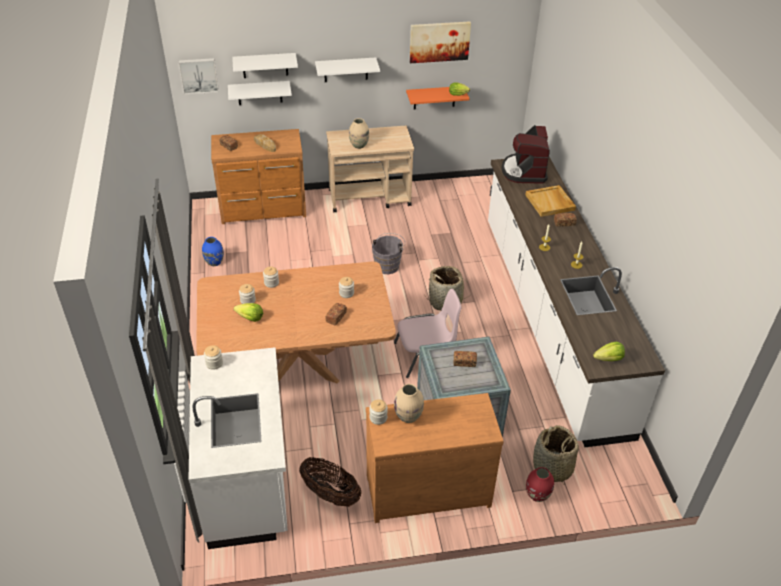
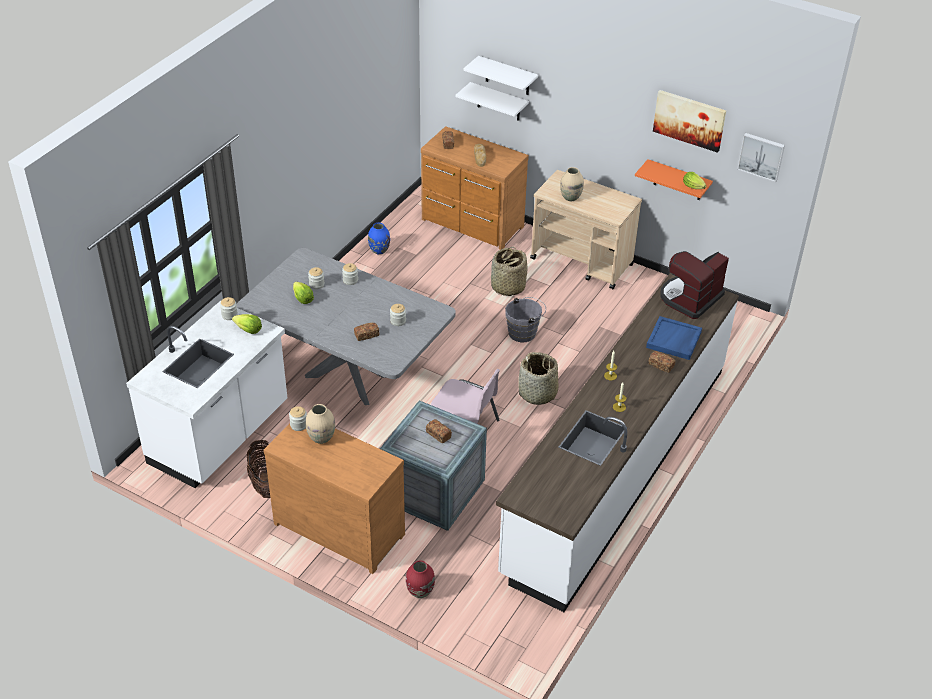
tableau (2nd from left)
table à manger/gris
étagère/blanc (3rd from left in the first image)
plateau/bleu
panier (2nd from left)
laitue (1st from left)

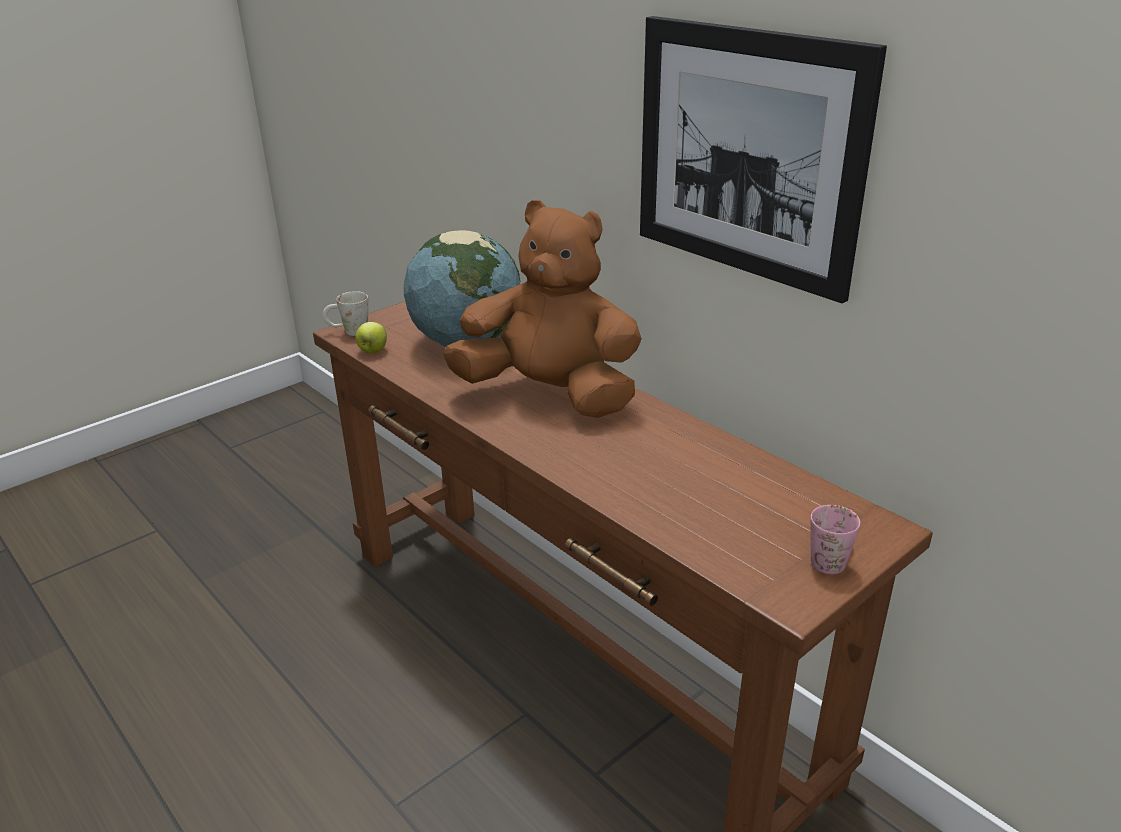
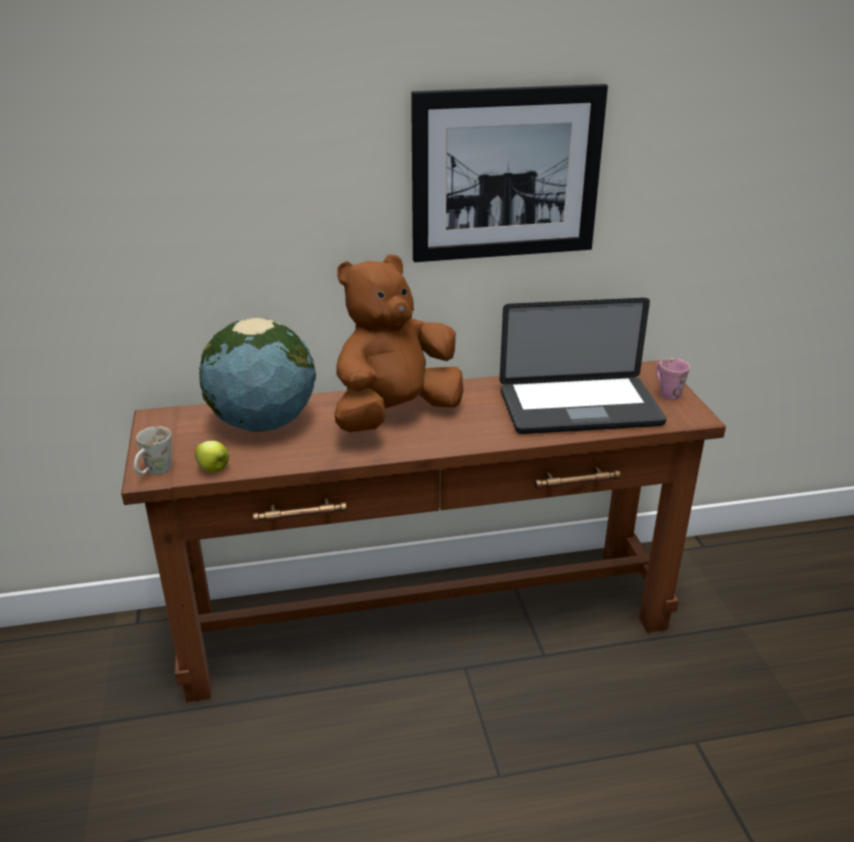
ordinateur portable

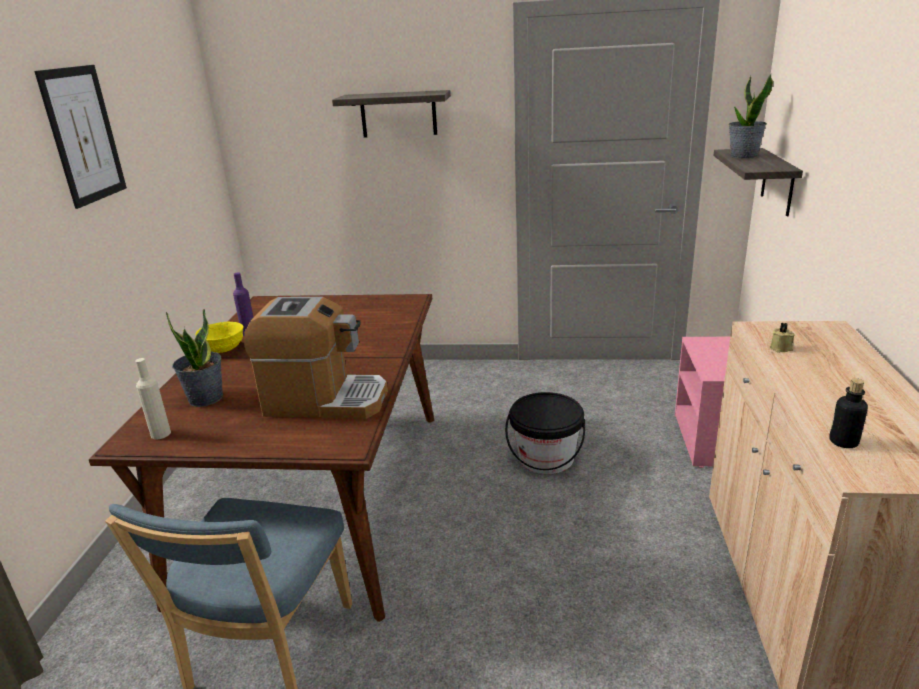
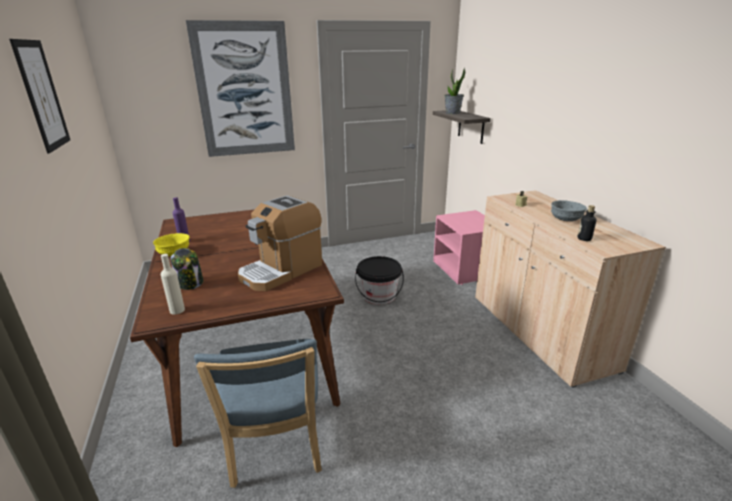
bocal
machine à café
tableau (2nd from left)
bol/gris

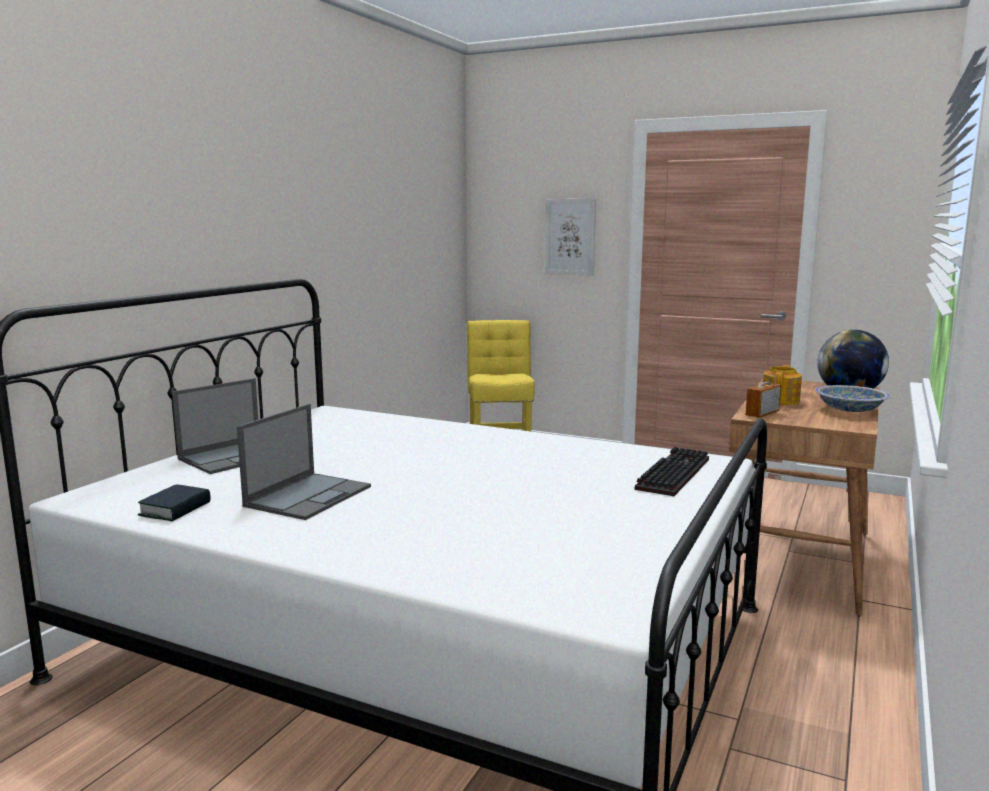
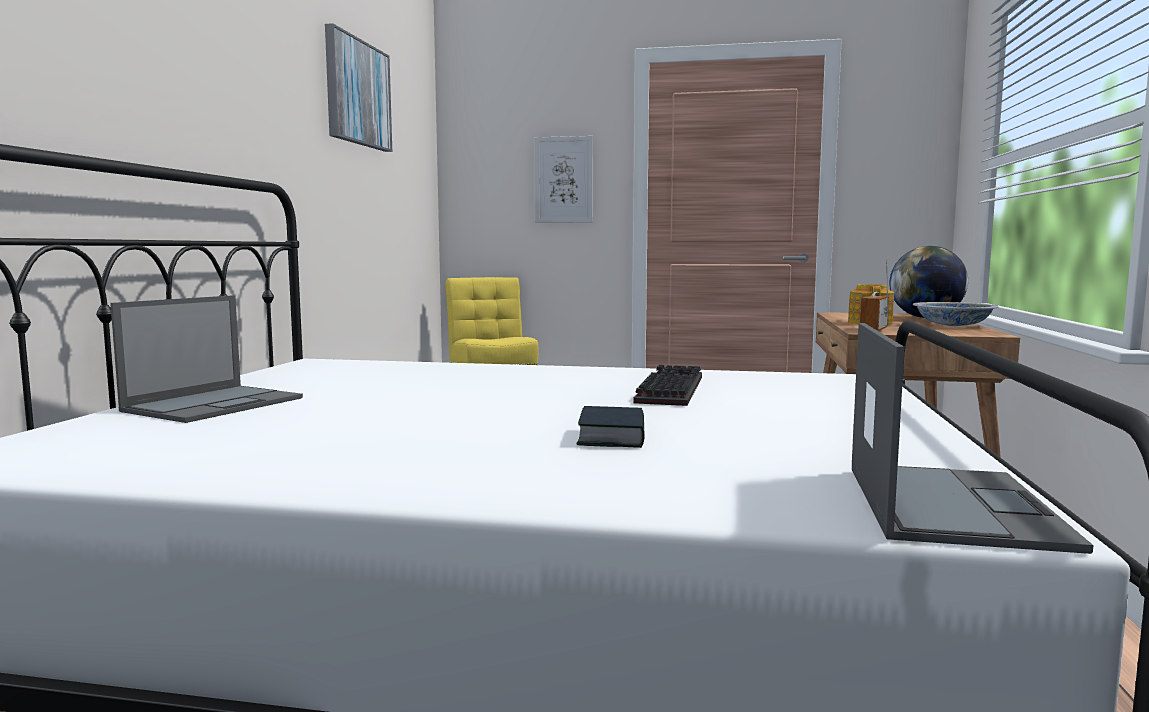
livre
ordinateur portable (2nd from left)
clavier
tableau (1st from left)

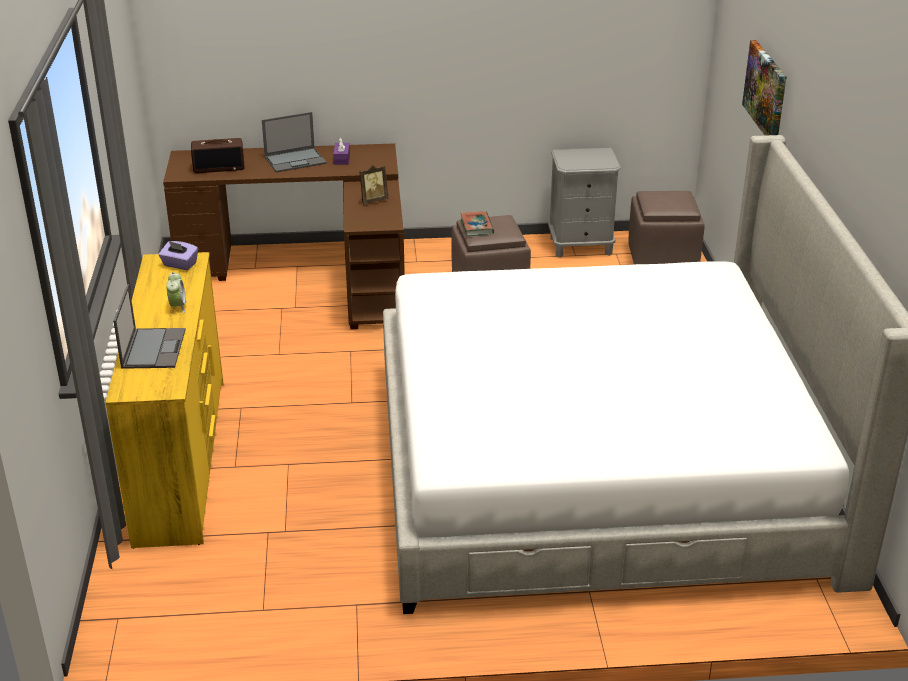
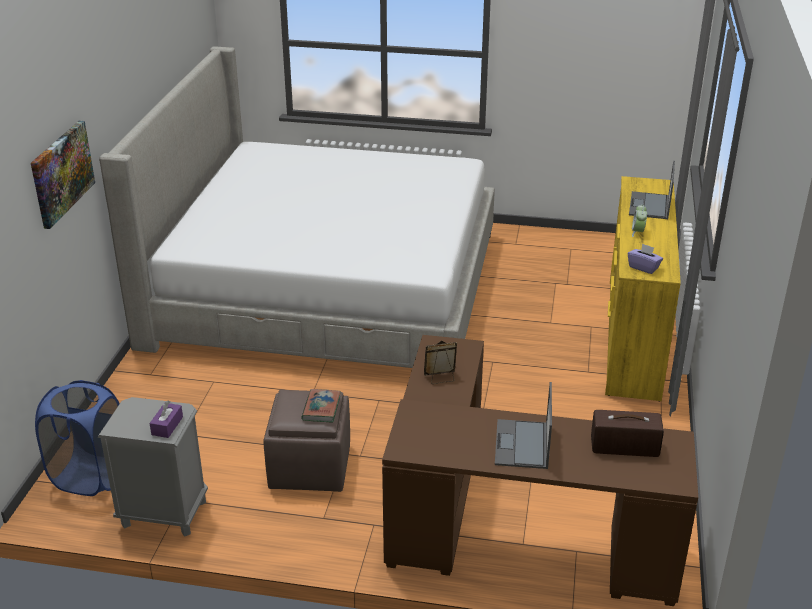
ordinateur portable (1st from left)
boîte à mouchoirs/violet (1st from left)
panier à linge/bleu

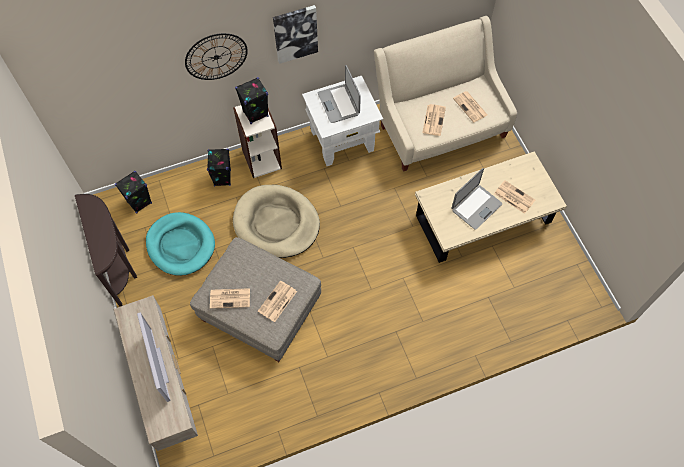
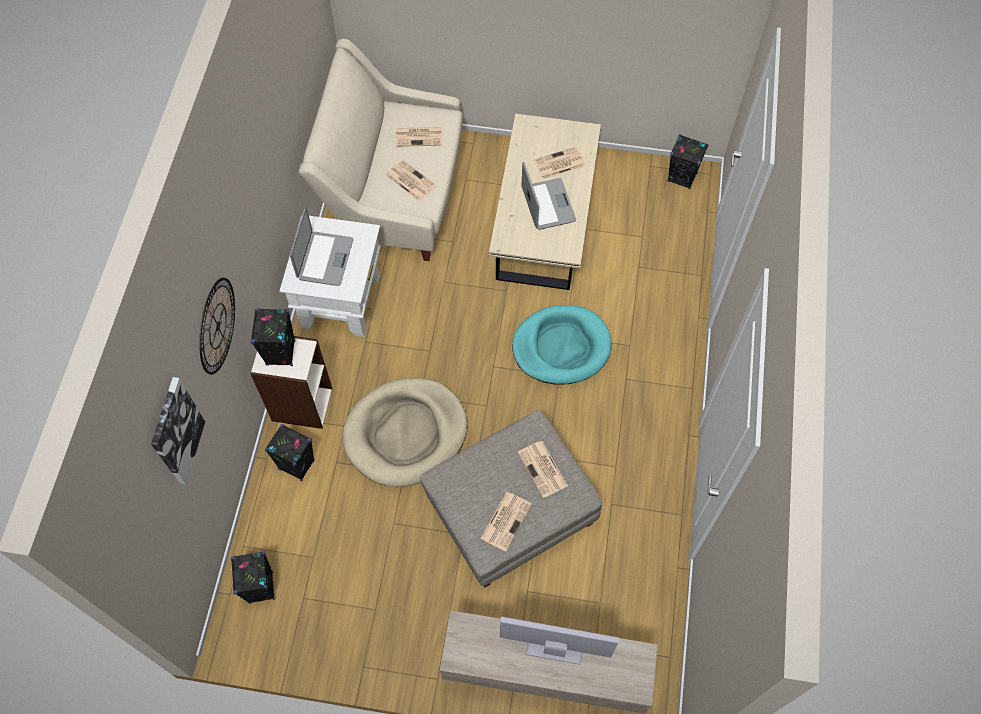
table console/marron
panier pour chien/turquoise
tableau
ordinateur portable (1st from left)
enceinte/noir (4th from left)

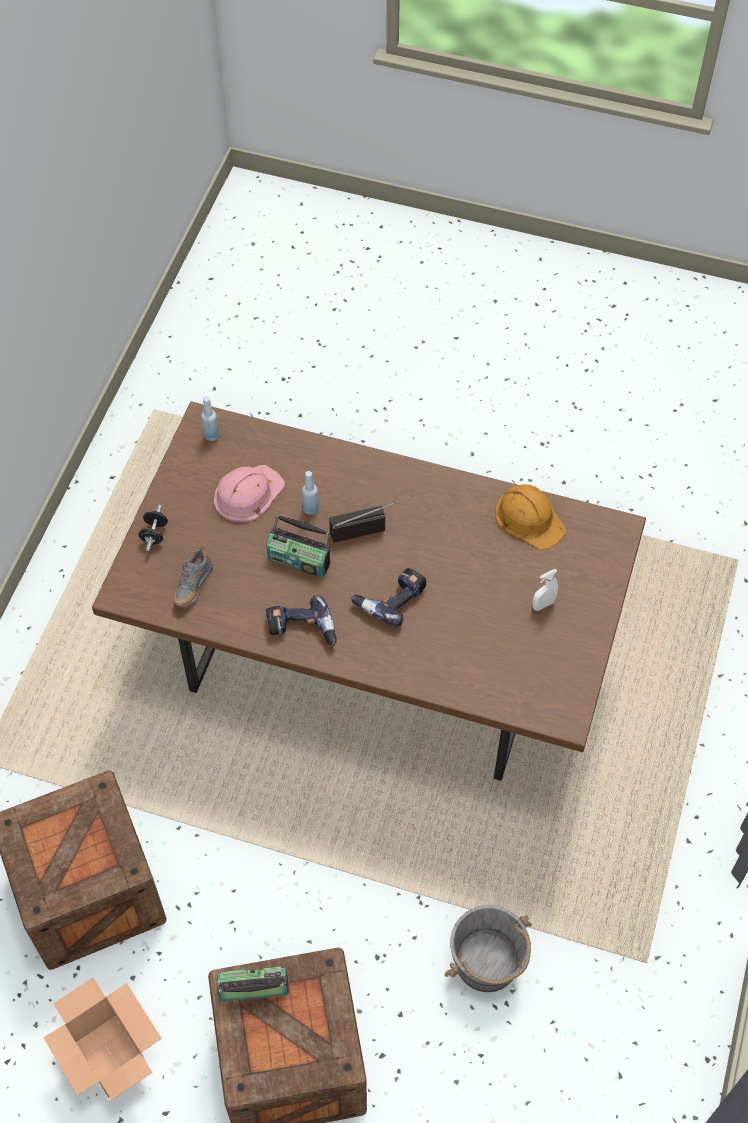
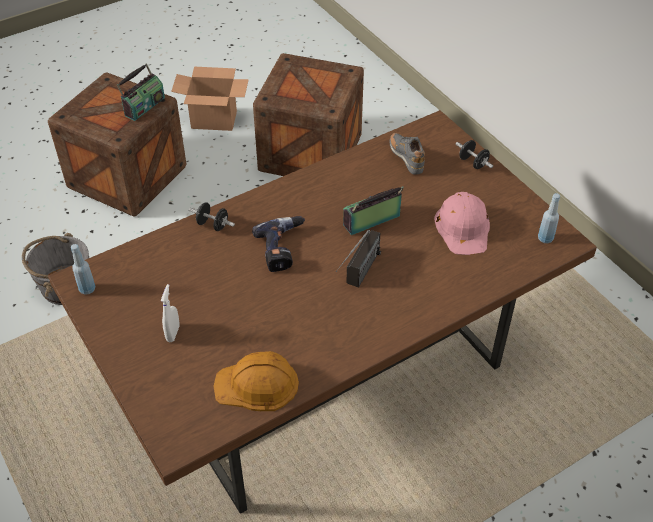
perceuse (1st from left in the first image)
bouteille/bleu (1st from left)
haltère/noir (1st from left)

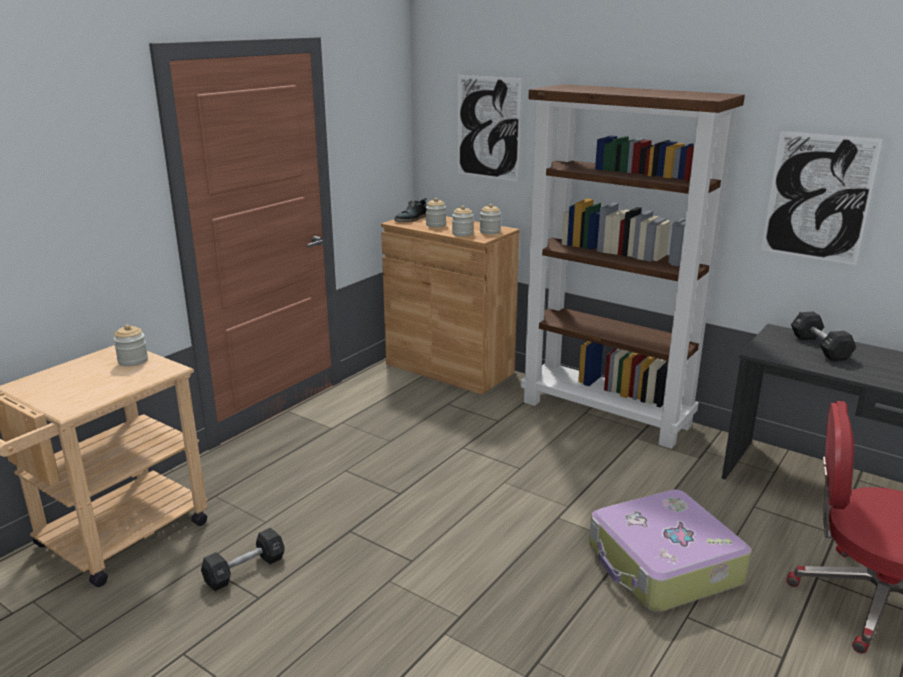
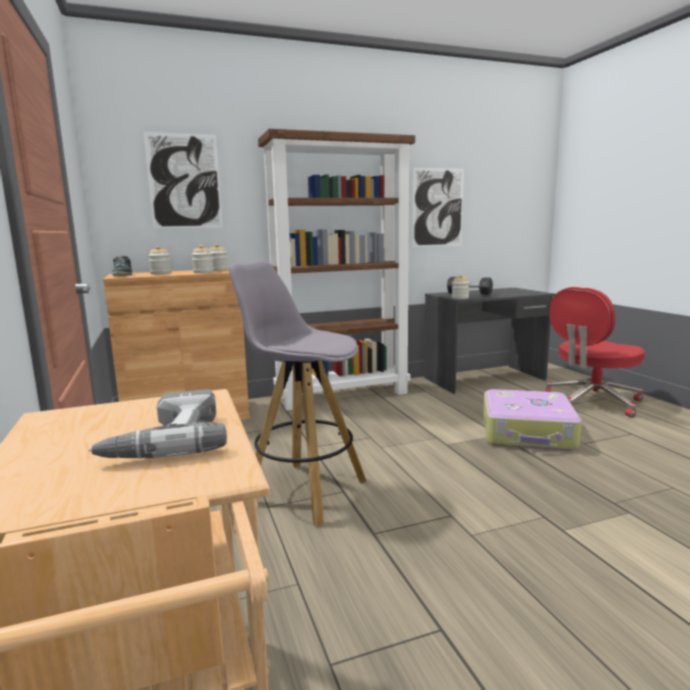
bocal (4th from left)
haltère/noir (1st from left in the first image)
perceuse
tabouret/gris

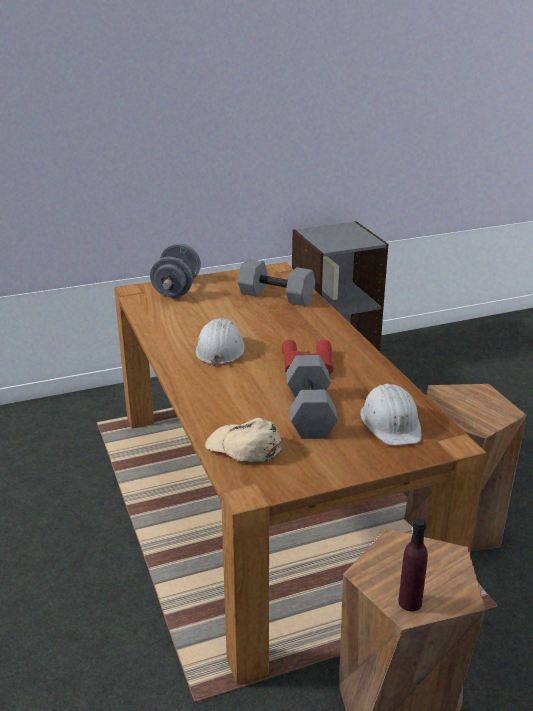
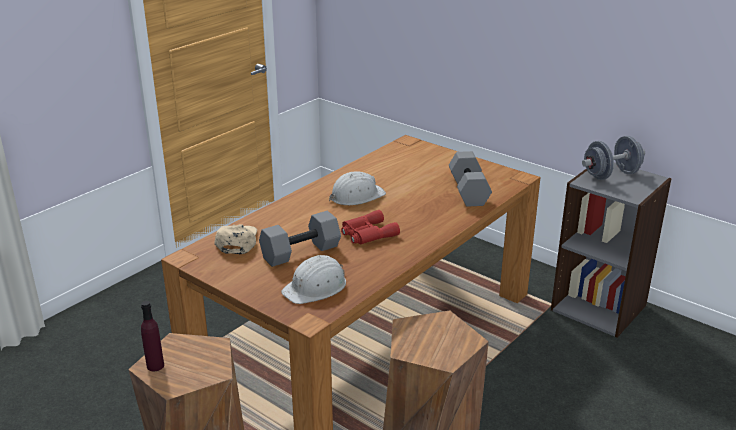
haltère/gris (3rd from left)

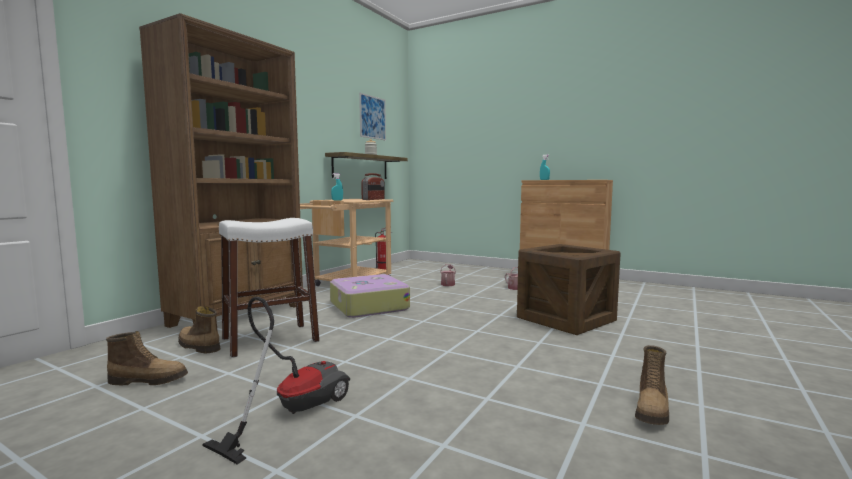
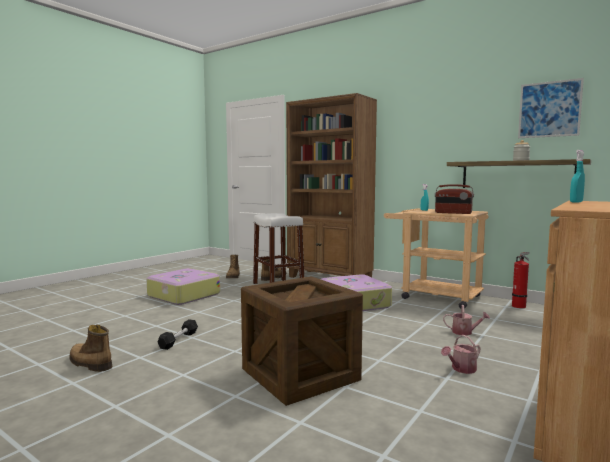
valise (1st from left)
haltère/noir

